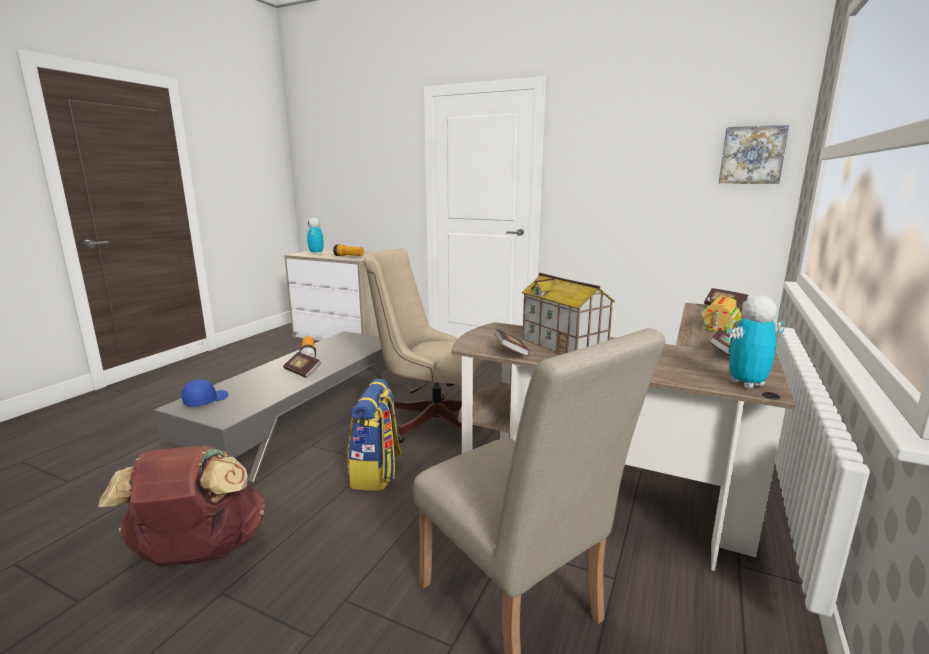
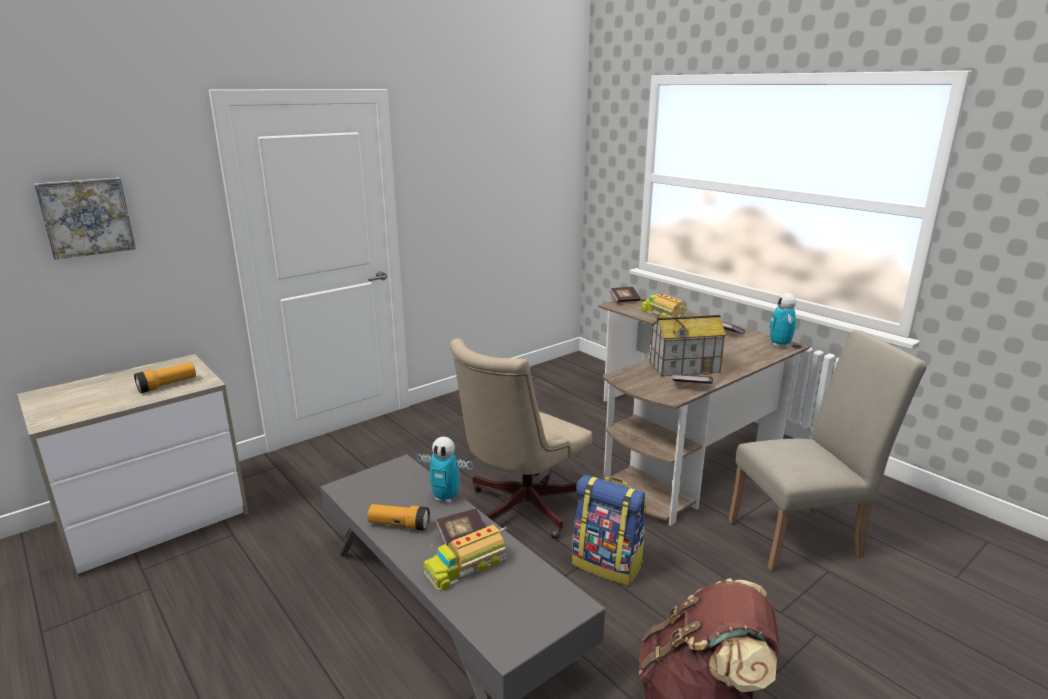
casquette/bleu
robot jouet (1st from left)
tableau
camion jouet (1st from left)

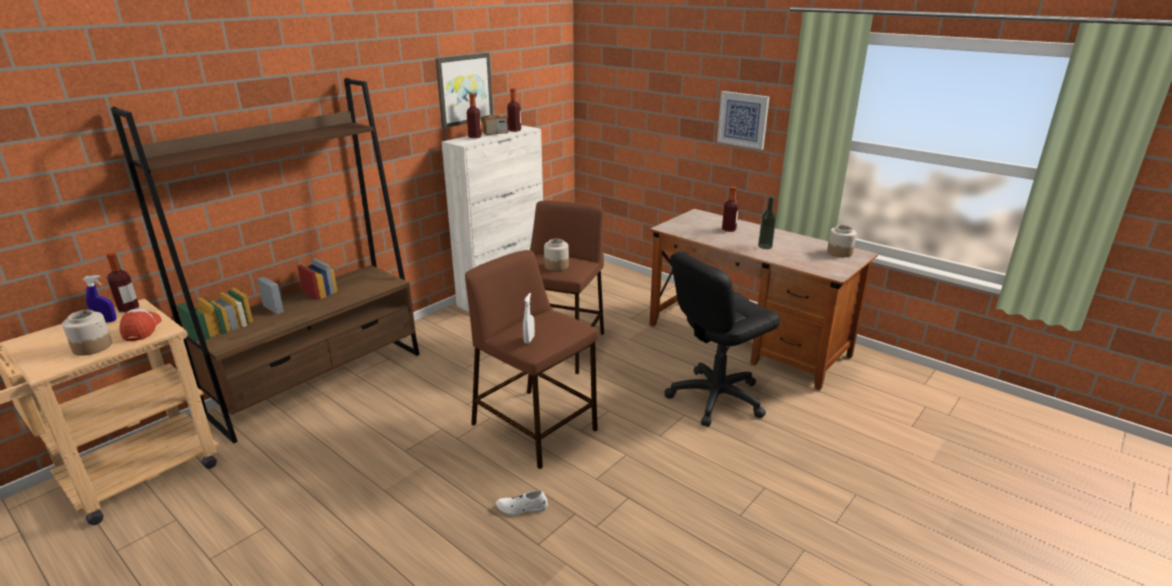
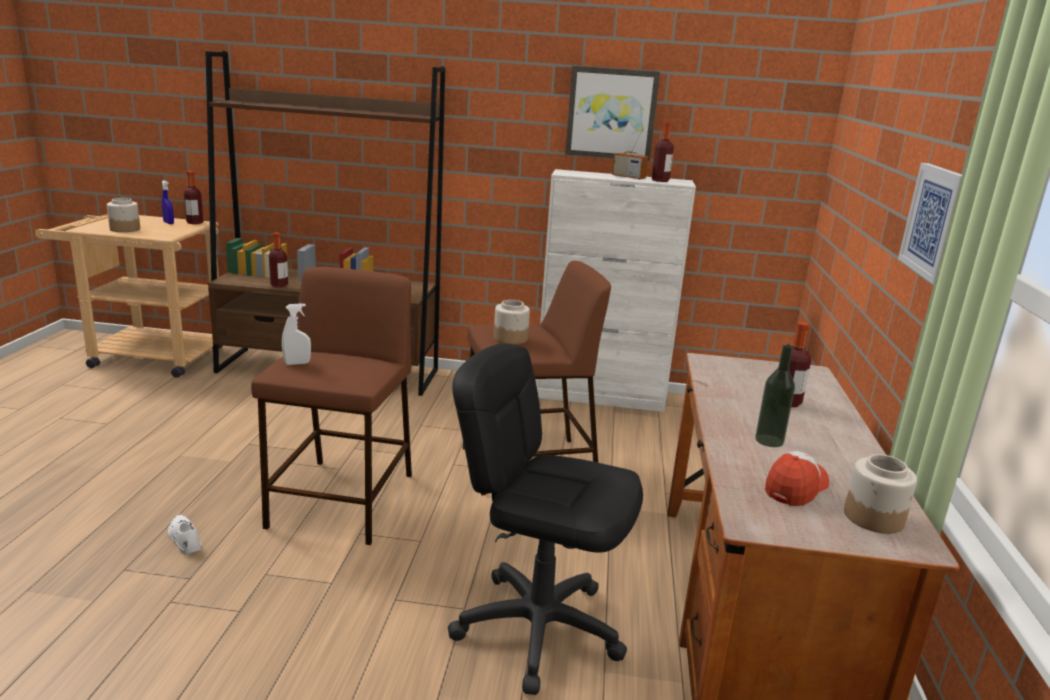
casquette
bouteille (2nd from left)

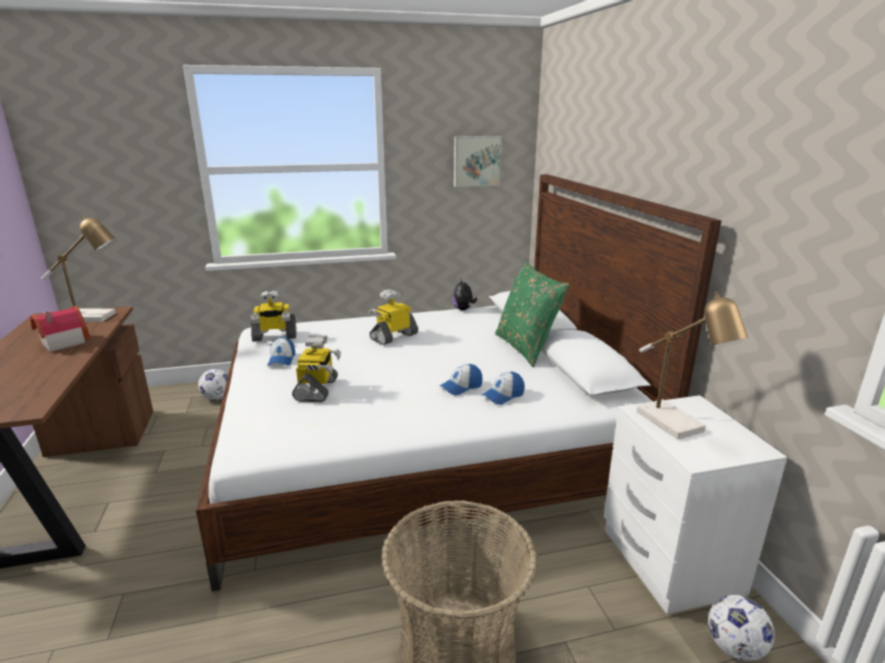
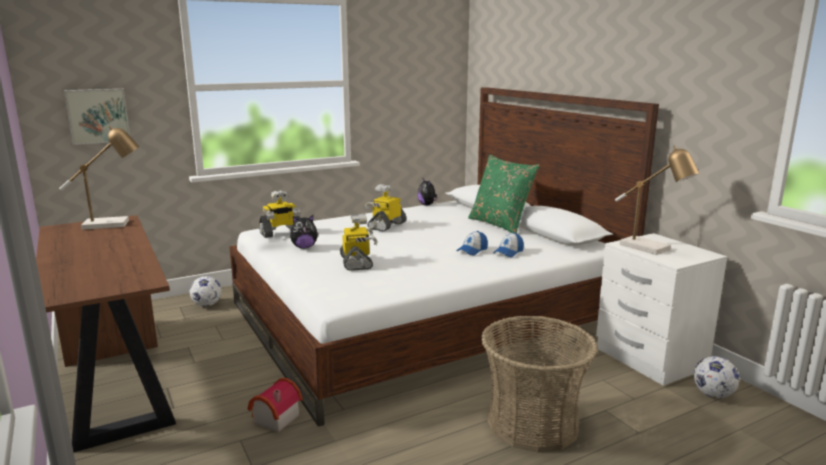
maison miniature
peluche (1st from left)
tableau

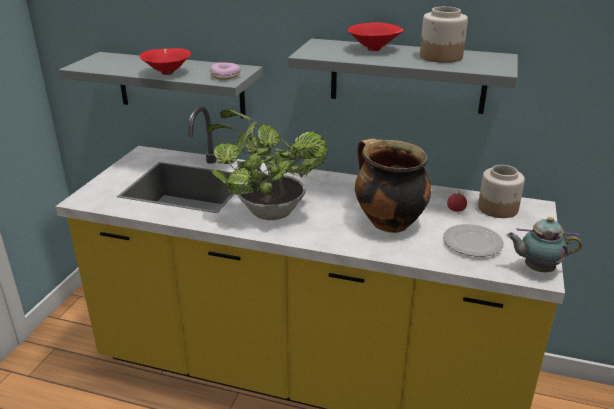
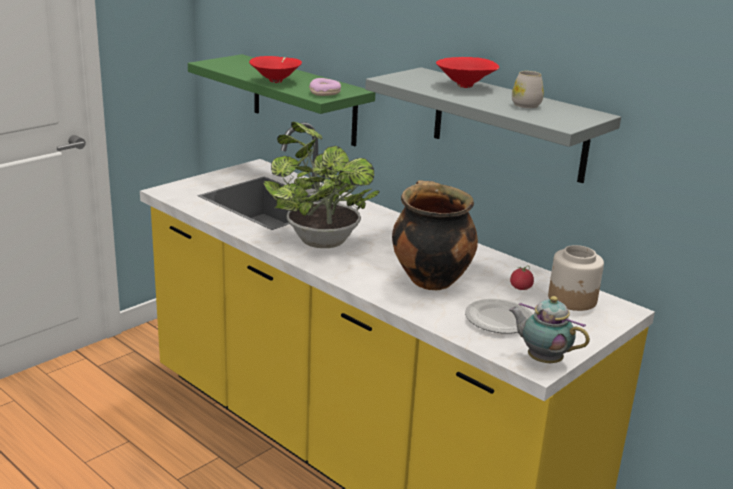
étagère/vert
mug/blanc

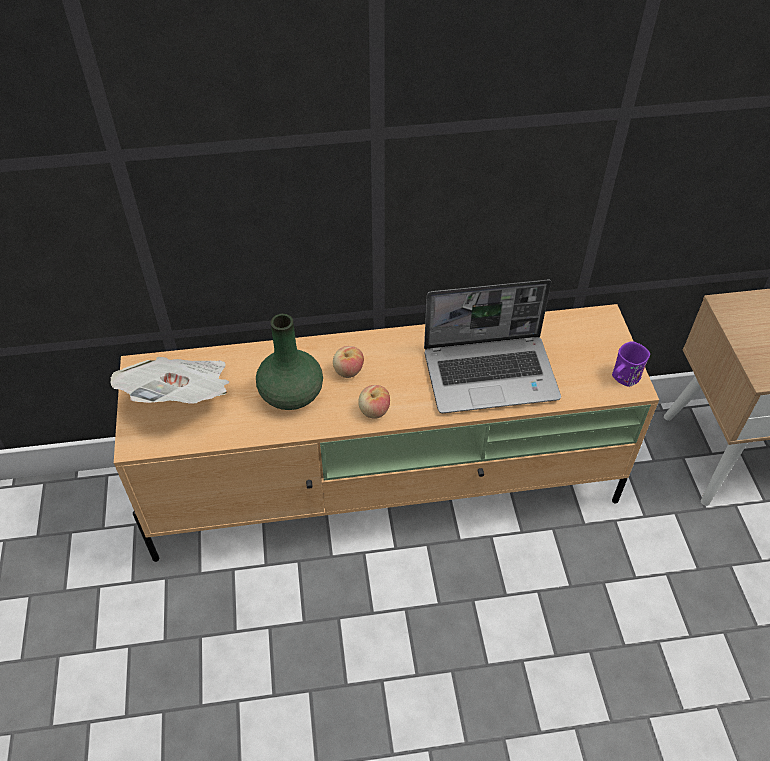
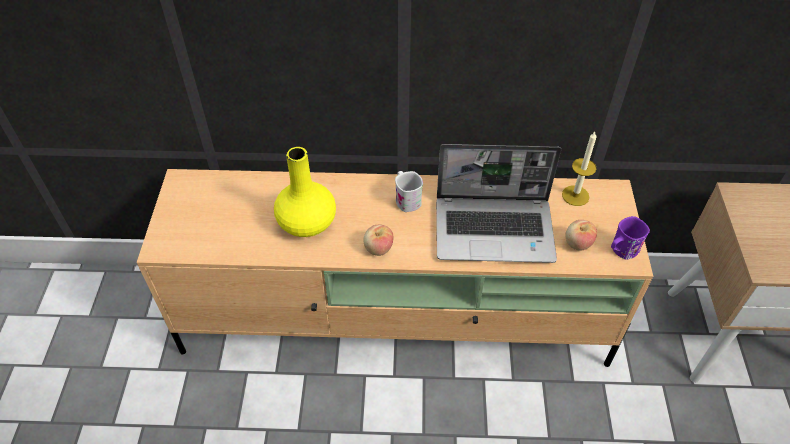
journal
vase/jaune
pomme (2nd from left)
mug/blanc
bougie

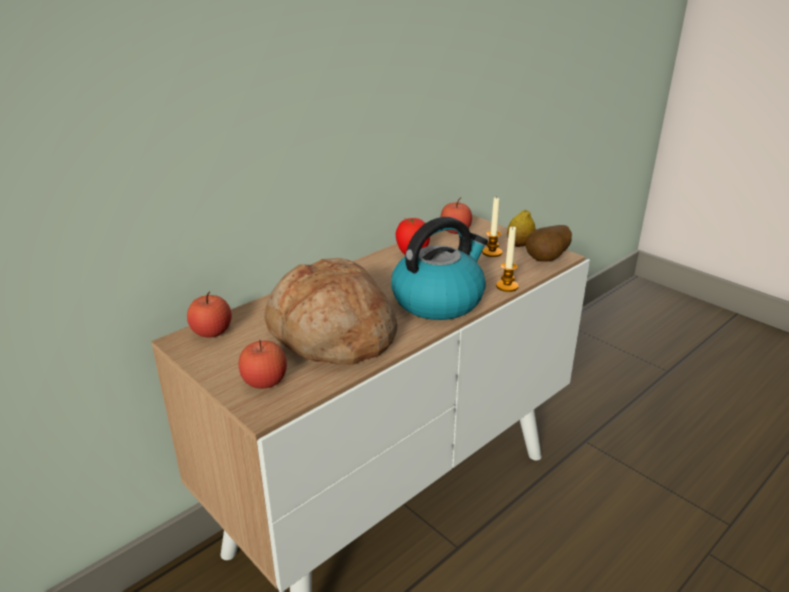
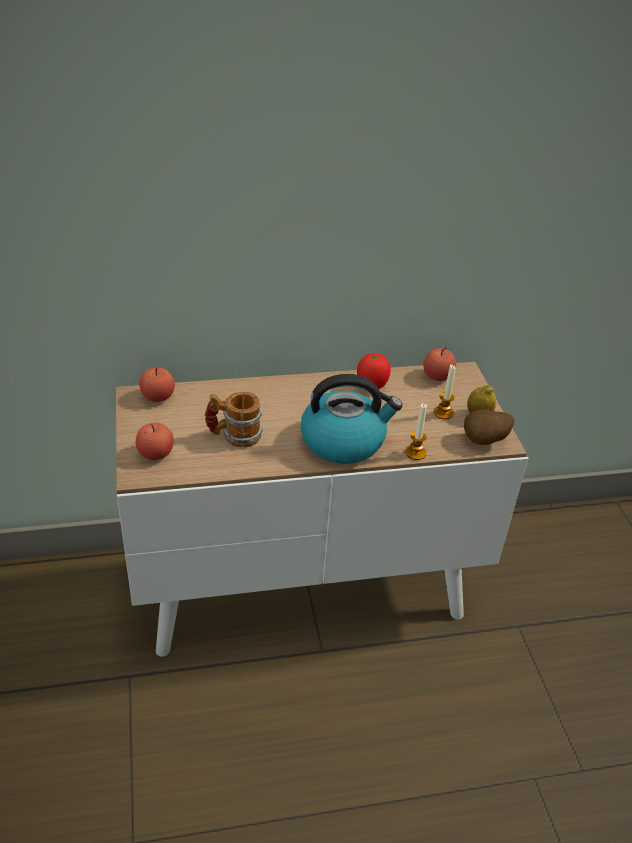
mug

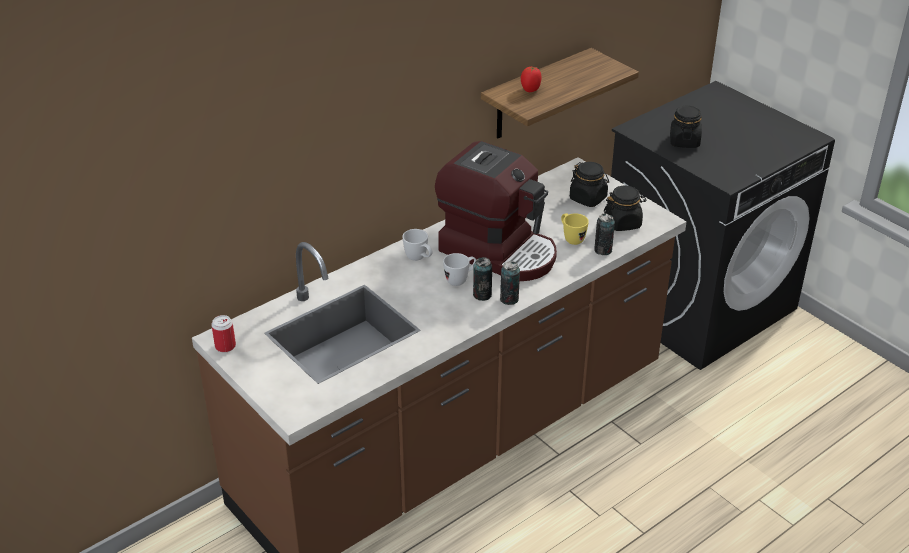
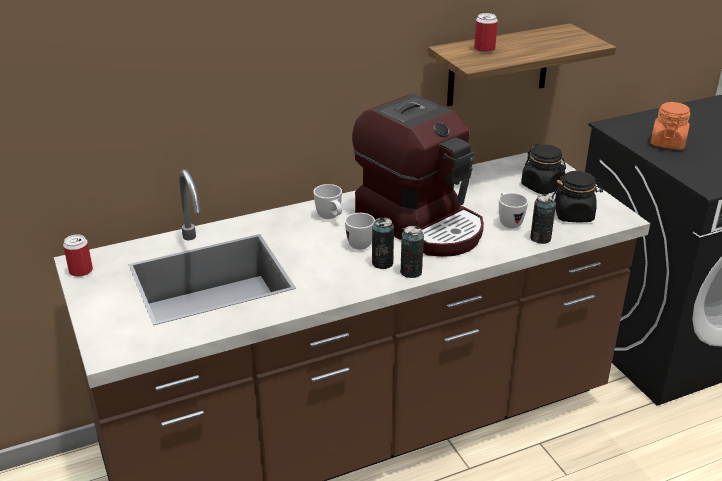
boîte métallique (4th from left)
mug/blanc (3rd from left)
bocal/orange

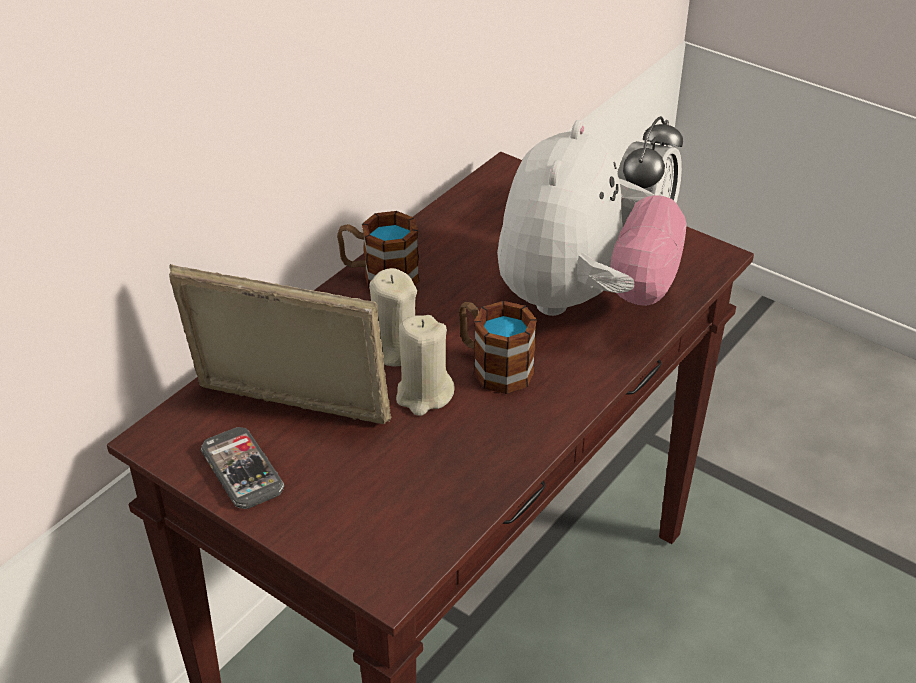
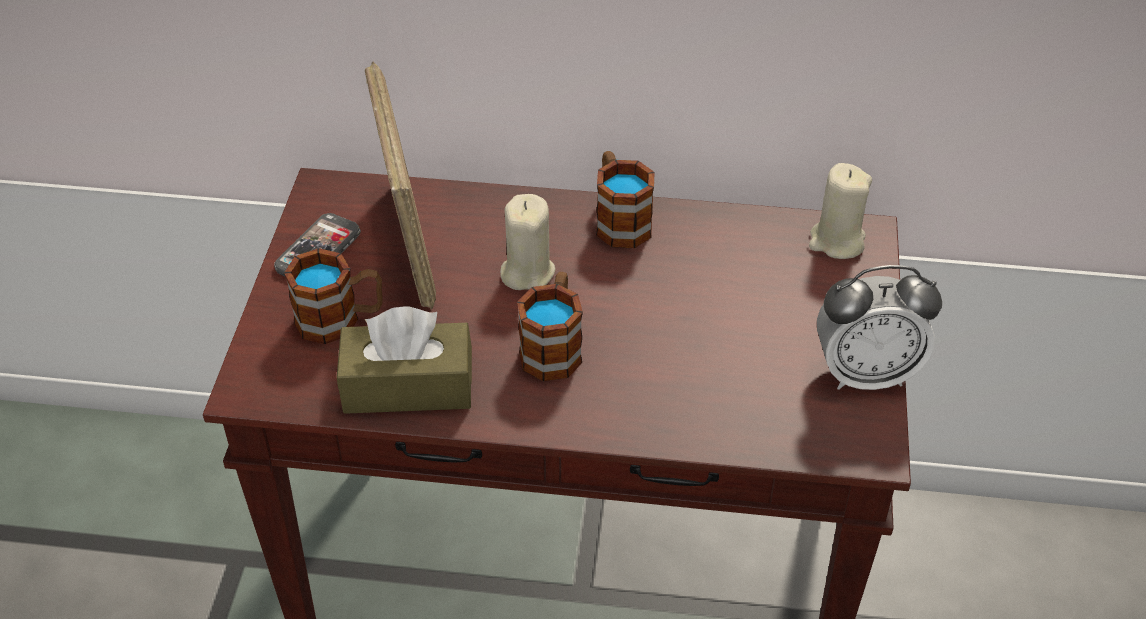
bougie/beige (2nd from left)
peluche
mug (1st from left)
boîte à mouchoirs/marron

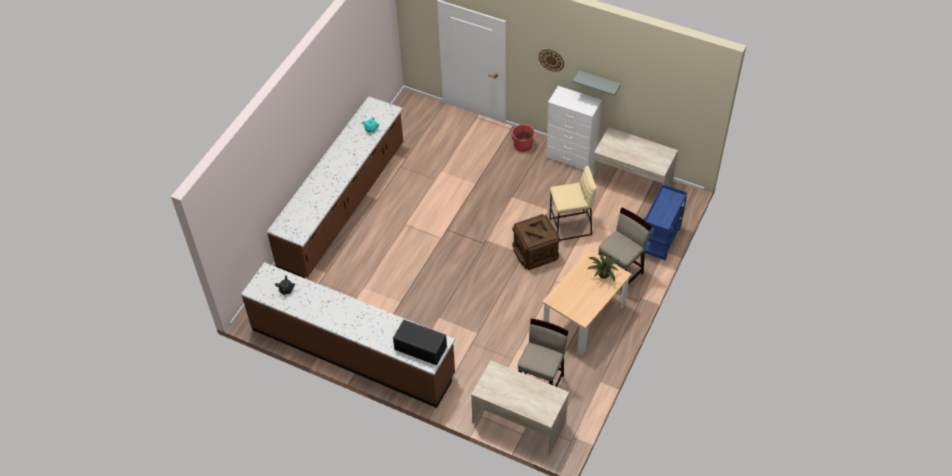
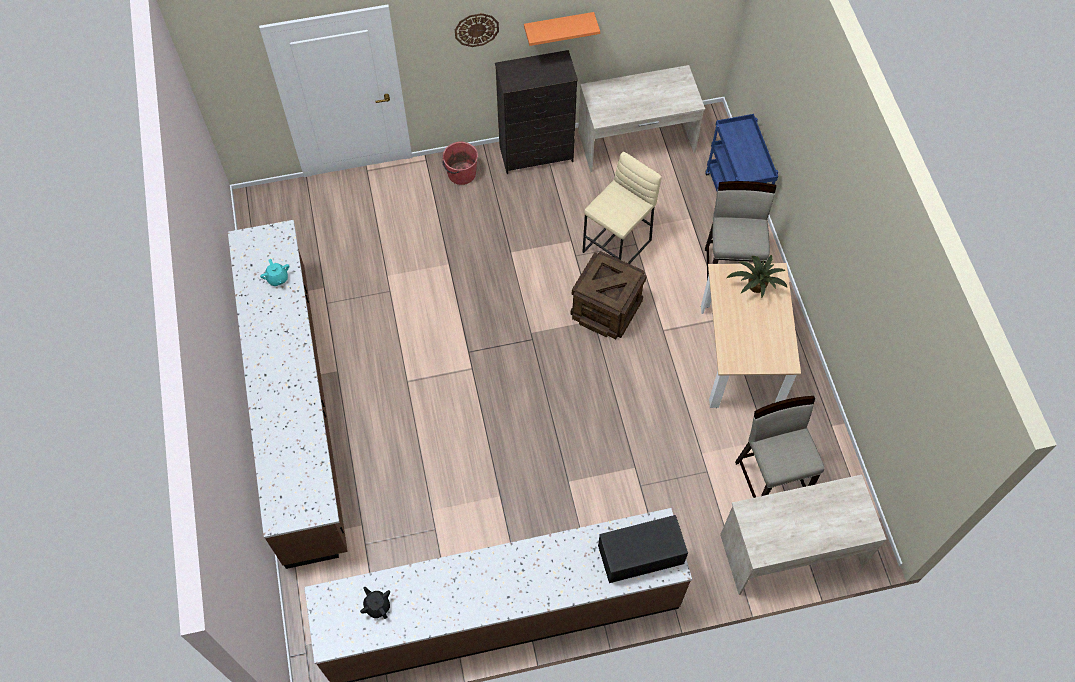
commode/noir
étagère/orange

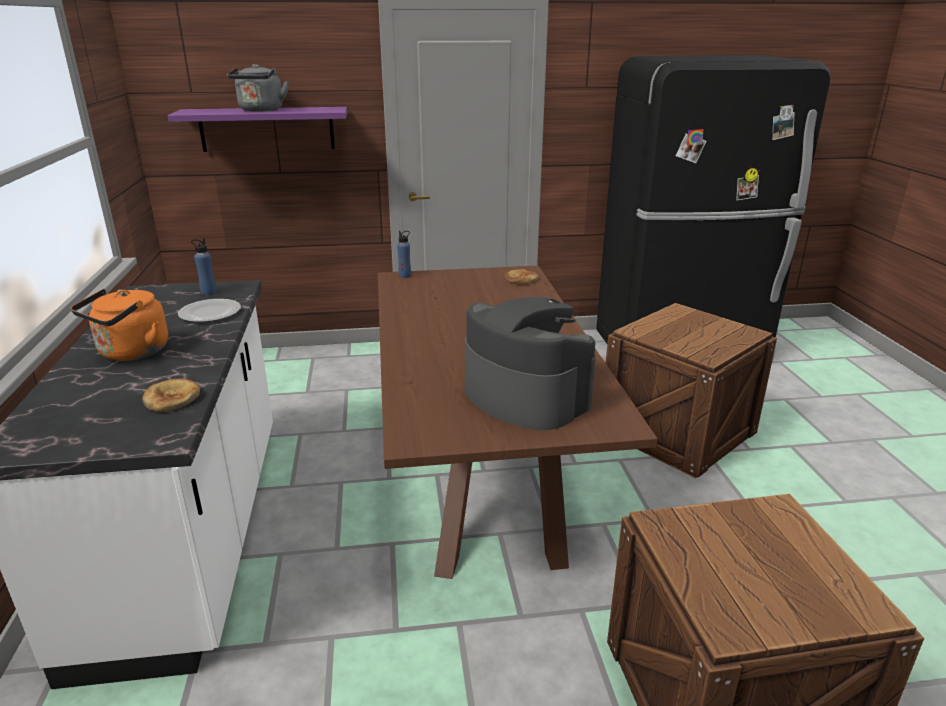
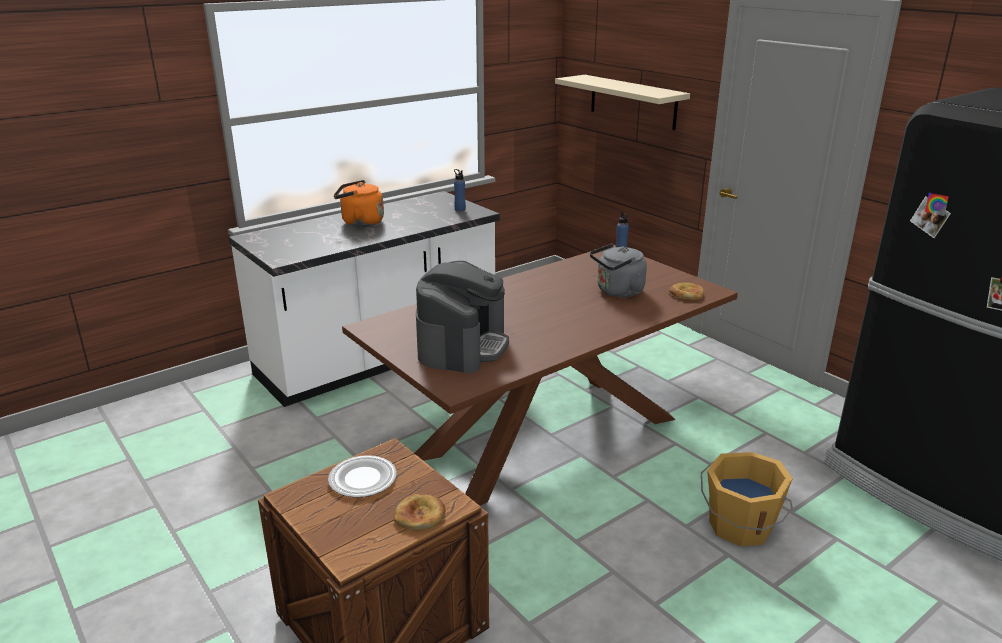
pain (1st from left)
étagère/beige
assiette
bouilloire/gris
seau/orange

